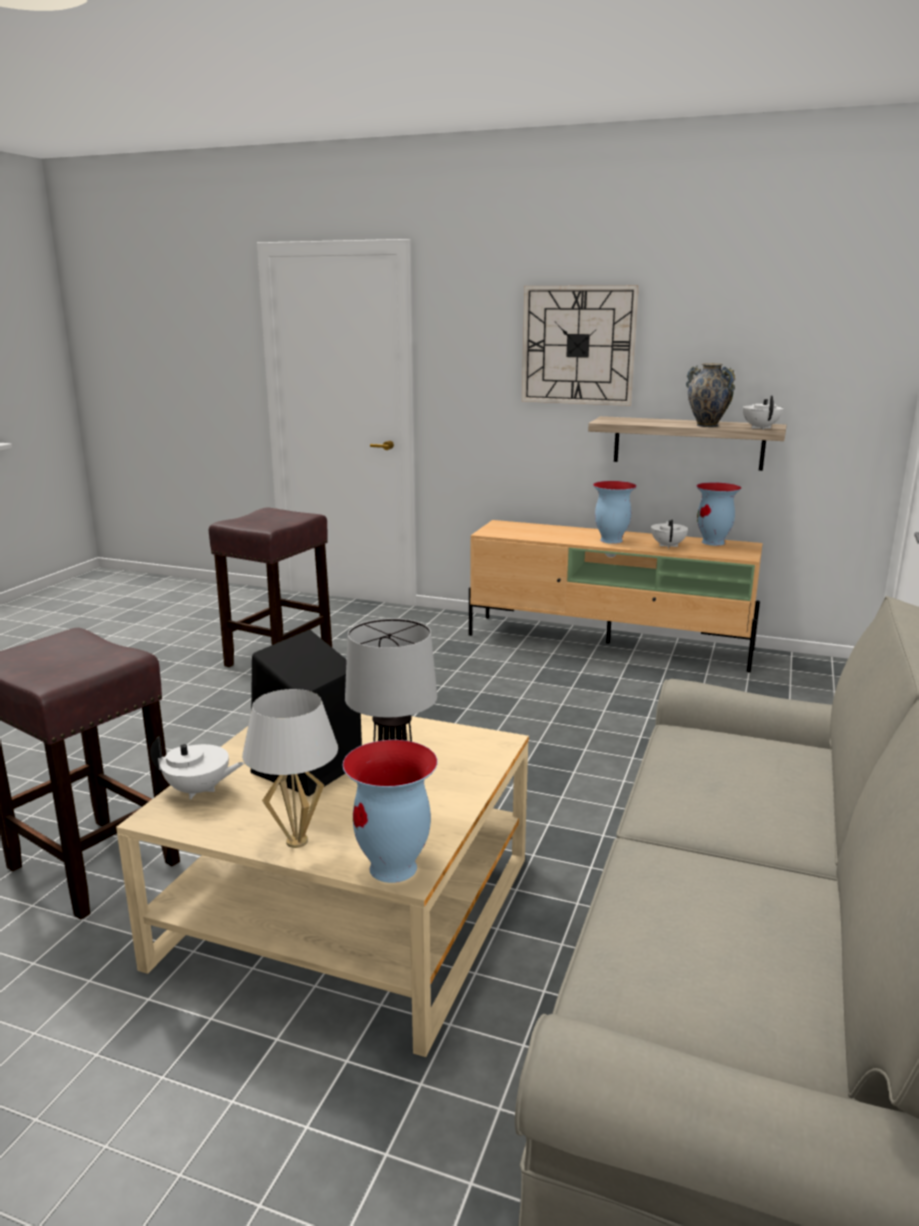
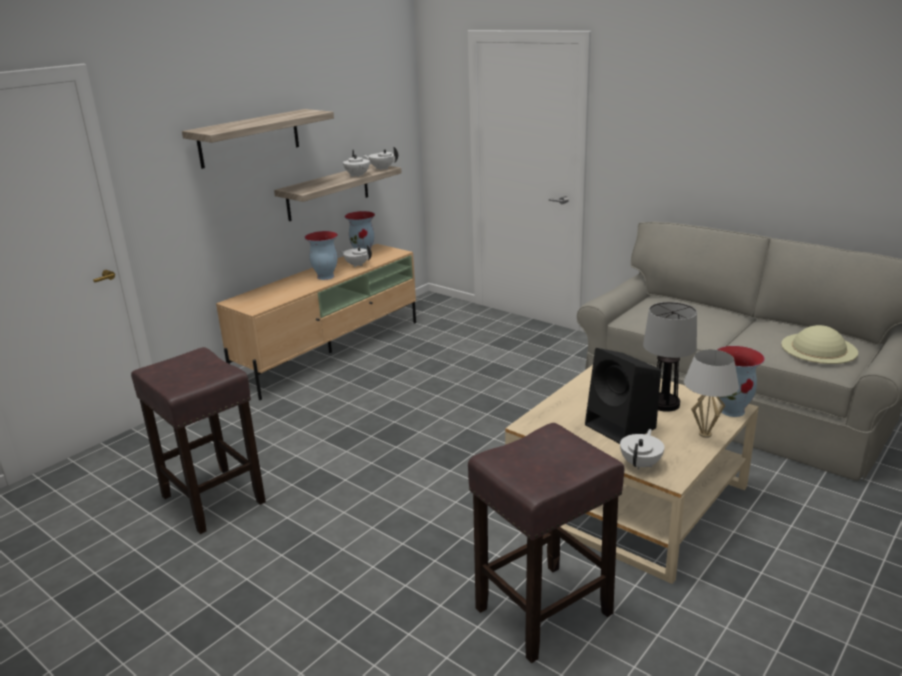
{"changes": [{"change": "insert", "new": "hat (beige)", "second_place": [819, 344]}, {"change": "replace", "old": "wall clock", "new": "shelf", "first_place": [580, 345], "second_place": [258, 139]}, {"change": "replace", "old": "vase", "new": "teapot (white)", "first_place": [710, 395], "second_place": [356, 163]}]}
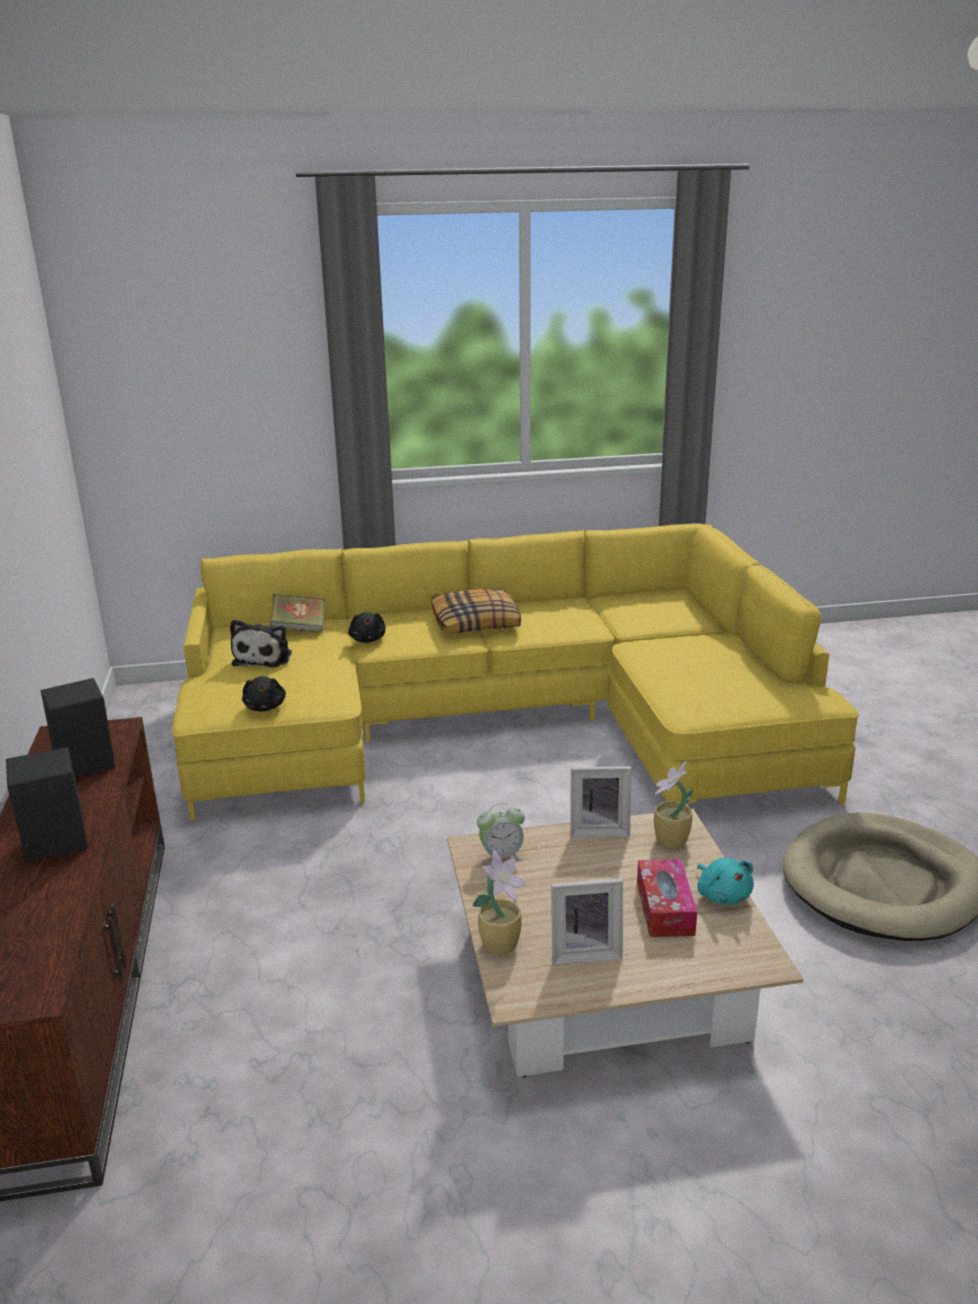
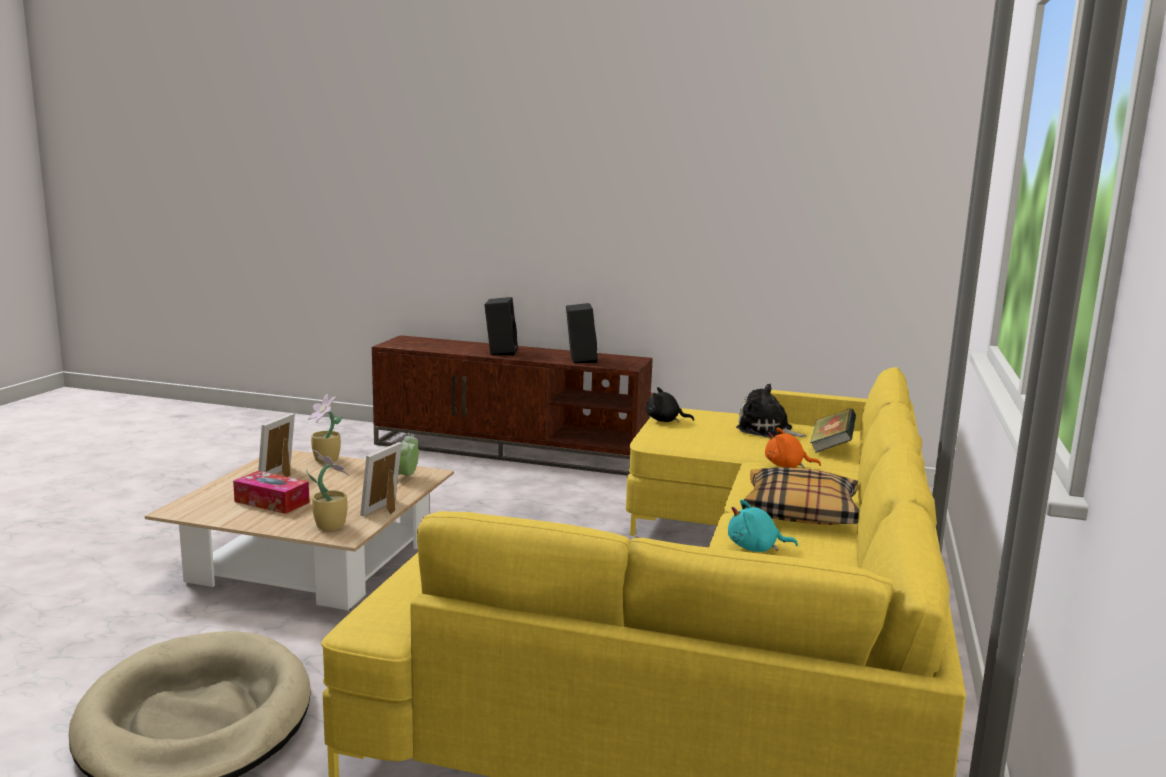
{"changes": [{"change": "move", "old": "plush toy (turquoise)", "first_place": [725, 881], "second_place": [763, 525]}, {"change": "recolor", "old": "plush toy (black)", "new": "plush toy (orange)", "first_place": [367, 627], "second_place": [793, 447]}]}
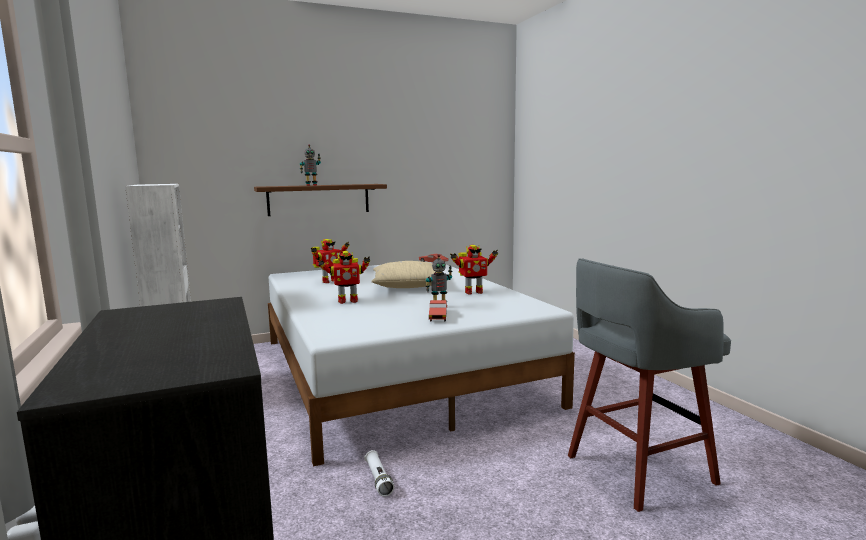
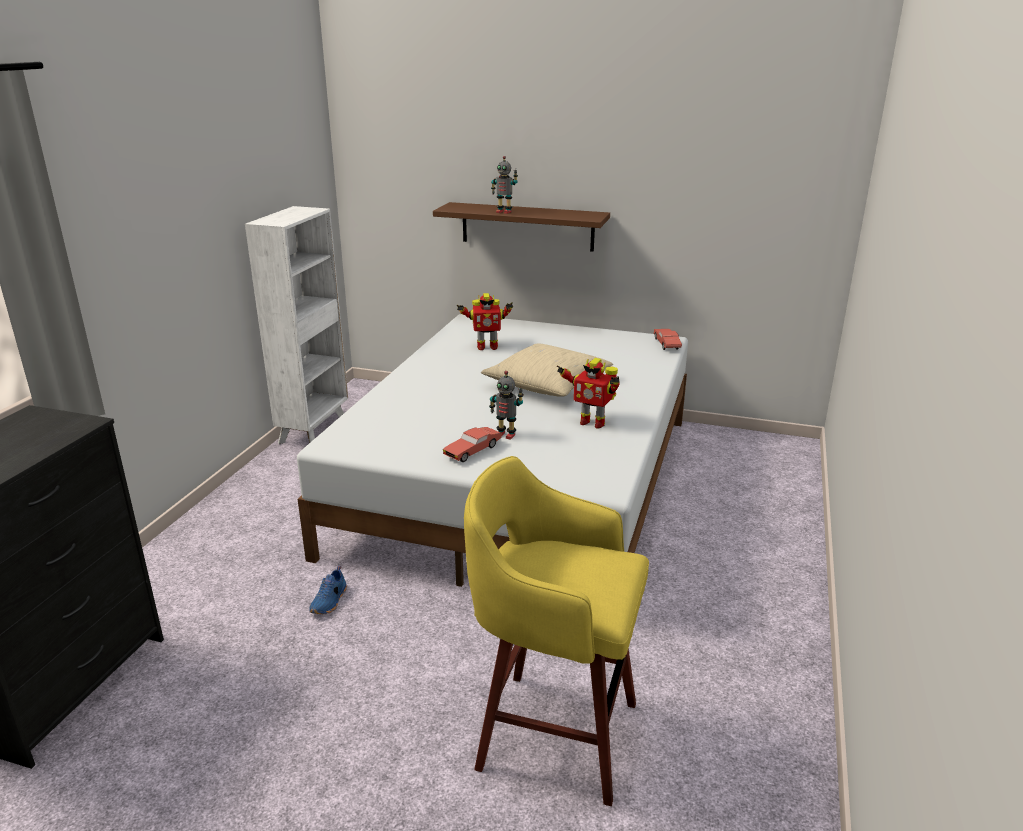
{"changes": [{"change": "delete", "old": "toy robot", "first_place": [344, 277]}, {"change": "replace", "old": "flashlight (white)", "new": "shoe (blue)", "first_place": [379, 473], "second_place": [328, 589]}, {"change": "recolor", "old": "stool (grey)", "new": "stool (yellow)", "first_place": [649, 385], "second_place": [556, 631]}]}
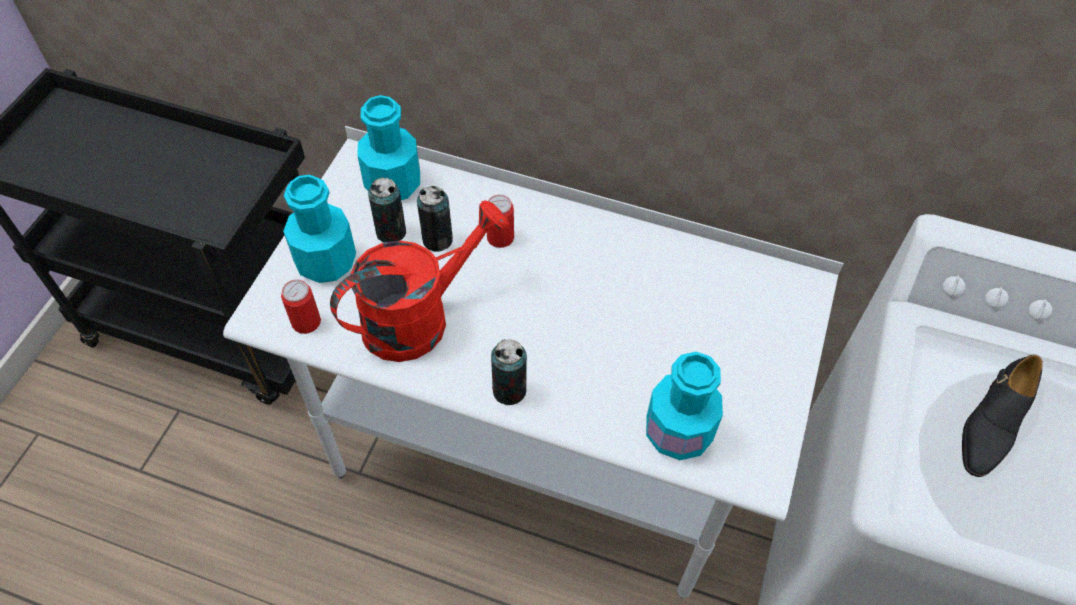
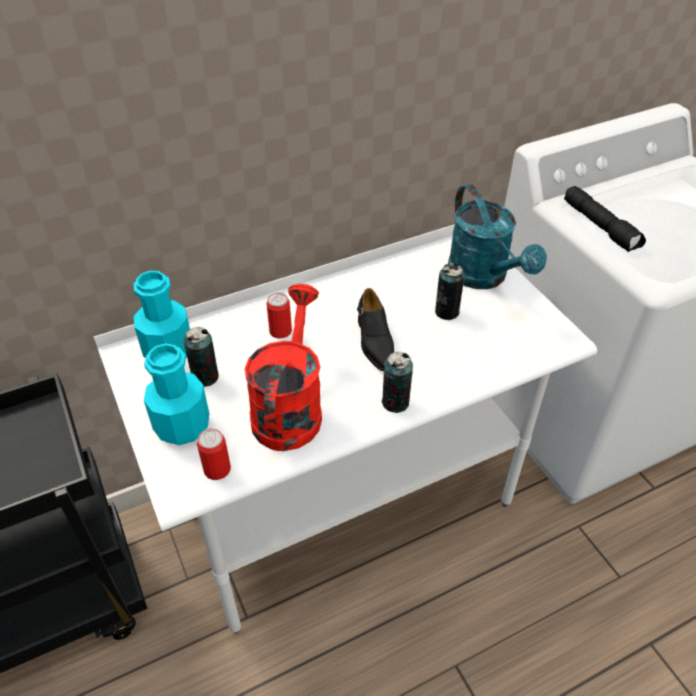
{"changes": [{"change": "delete", "old": "bottle (turquoise)", "first_place": [684, 406]}, {"change": "insert", "new": "watering can (turquoise)", "second_place": [497, 236]}, {"change": "insert", "new": "flashlight (black)", "second_place": [605, 219]}, {"change": "move", "old": "can", "first_place": [435, 218], "second_place": [450, 291]}, {"change": "move", "old": "shoe (black)", "first_place": [1002, 415], "second_place": [375, 329]}]}
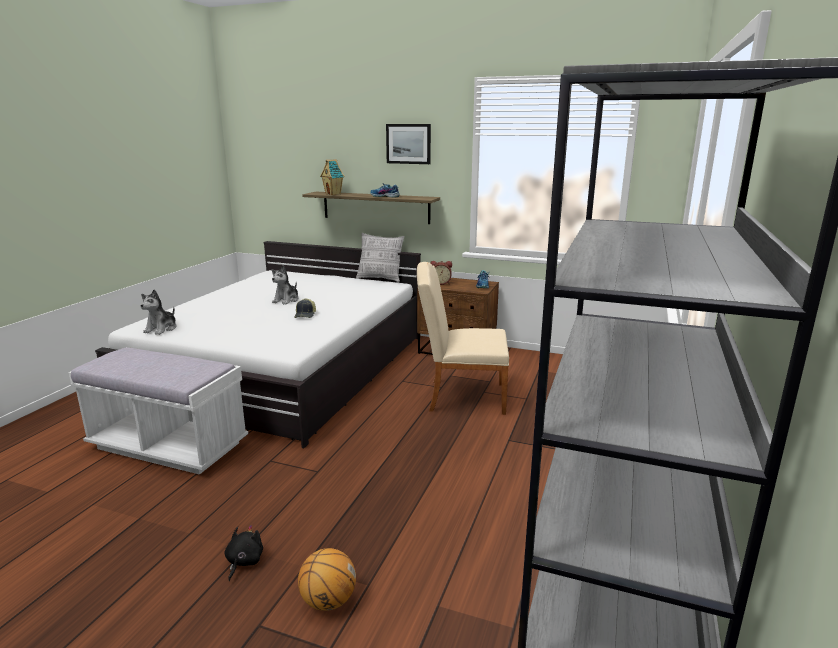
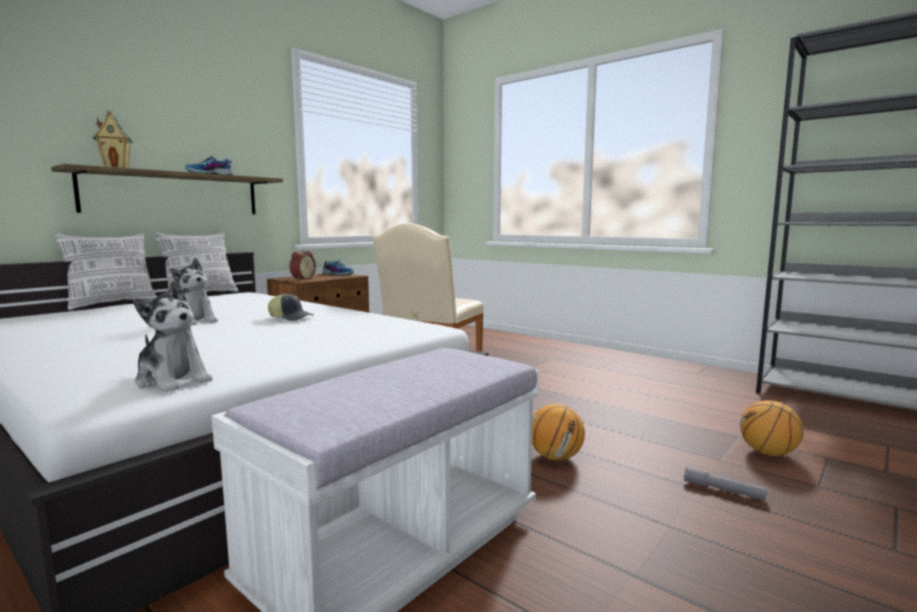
{"changes": [{"change": "delete", "old": "picture", "first_place": [408, 144]}, {"change": "insert", "new": "pillow", "second_place": [105, 271]}, {"change": "insert", "new": "basketball", "second_place": [558, 432]}, {"change": "replace", "old": "plush toy (black)", "new": "flashlight (grey)", "first_place": [244, 553], "second_place": [725, 484]}]}
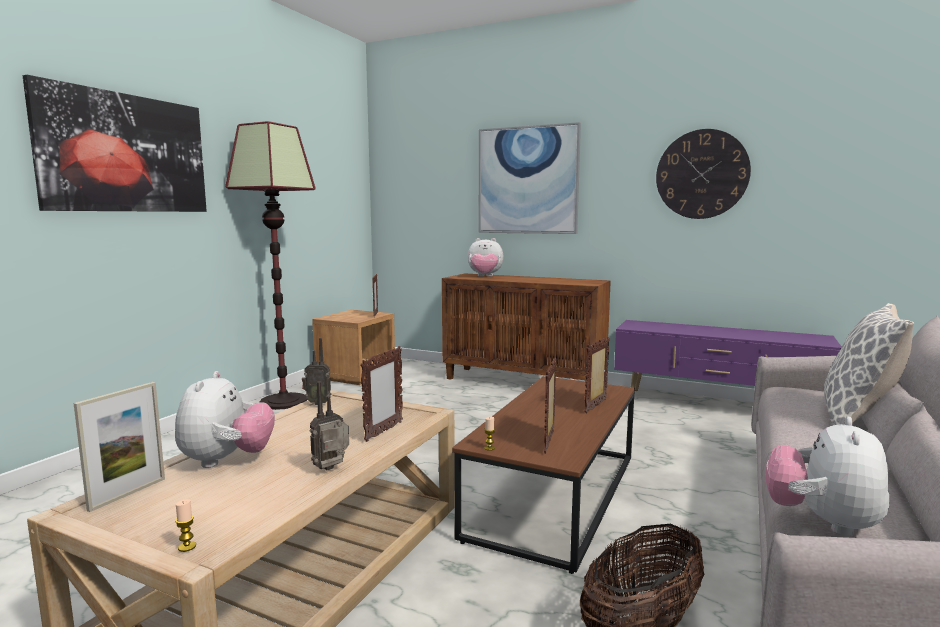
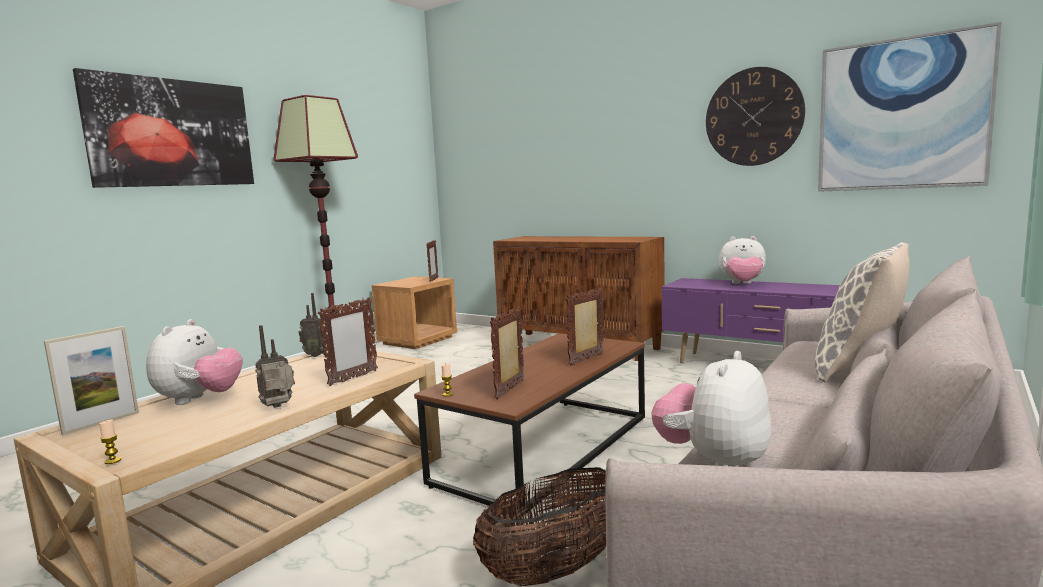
{"changes": [{"change": "move", "old": "plush toy", "first_place": [486, 257], "second_place": [742, 260]}, {"change": "move", "old": "picture", "first_place": [530, 178], "second_place": [910, 107]}]}
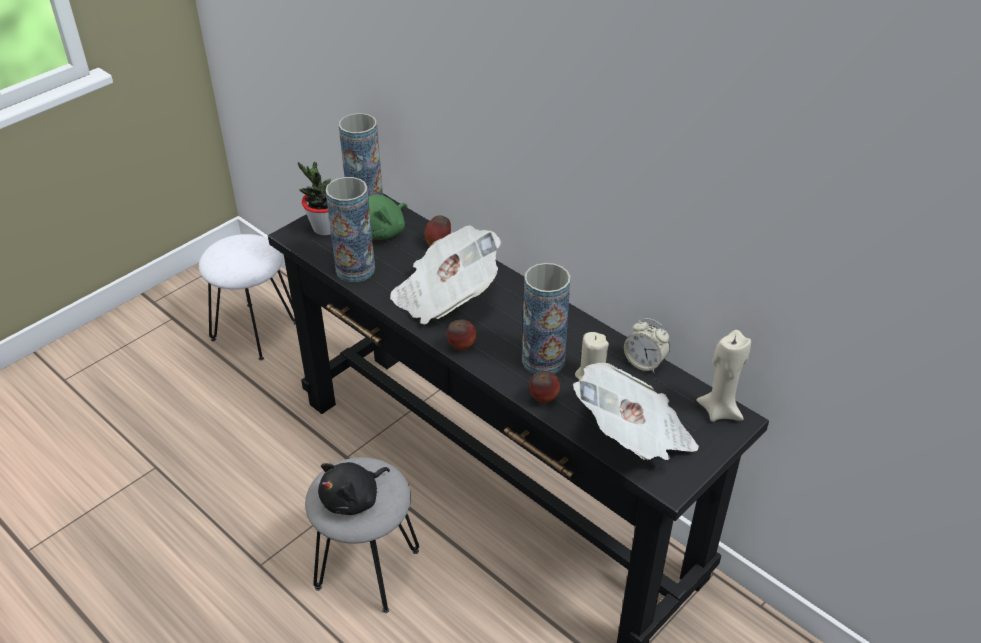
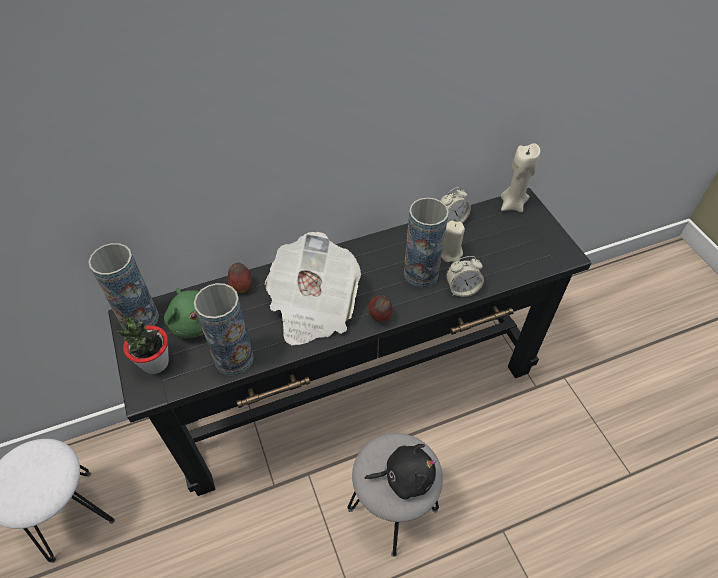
{"changes": [{"change": "delete", "old": "newspaper", "first_place": [636, 411]}, {"change": "replace", "old": "apple", "new": "alarm clock", "first_place": [544, 387], "second_place": [465, 276]}, {"change": "rotate", "old": "plush toy (black)", "first_place": [354, 488], "second_place": [400, 471], "degrees": -75}]}
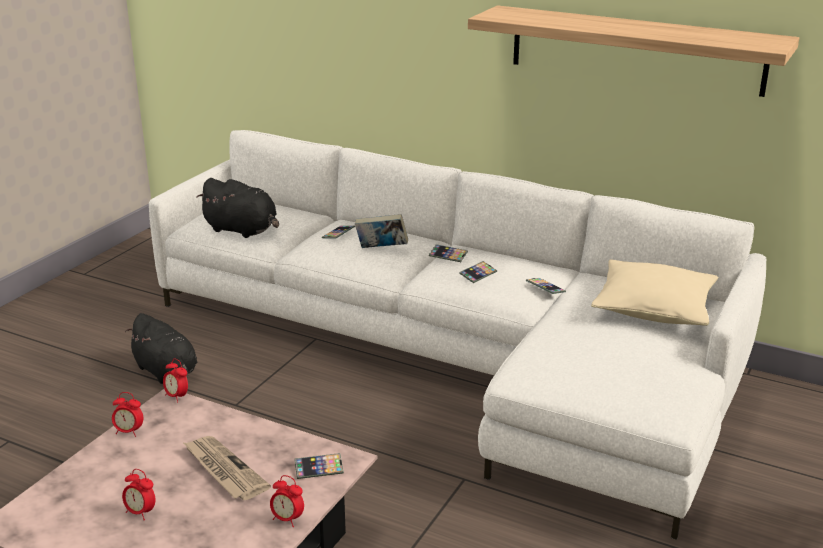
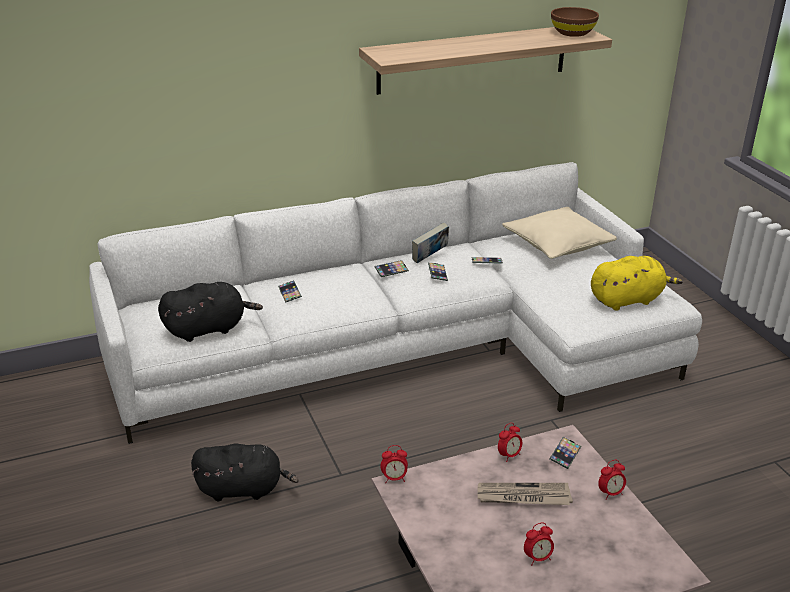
{"changes": [{"change": "insert", "new": "bowl (brown)", "second_place": [575, 22]}, {"change": "insert", "new": "plush toy (yellow)", "second_place": [637, 283]}, {"change": "move", "old": "alarm clock", "first_place": [127, 414], "second_place": [510, 442]}, {"change": "move", "old": "book", "first_place": [381, 231], "second_place": [430, 243]}]}
